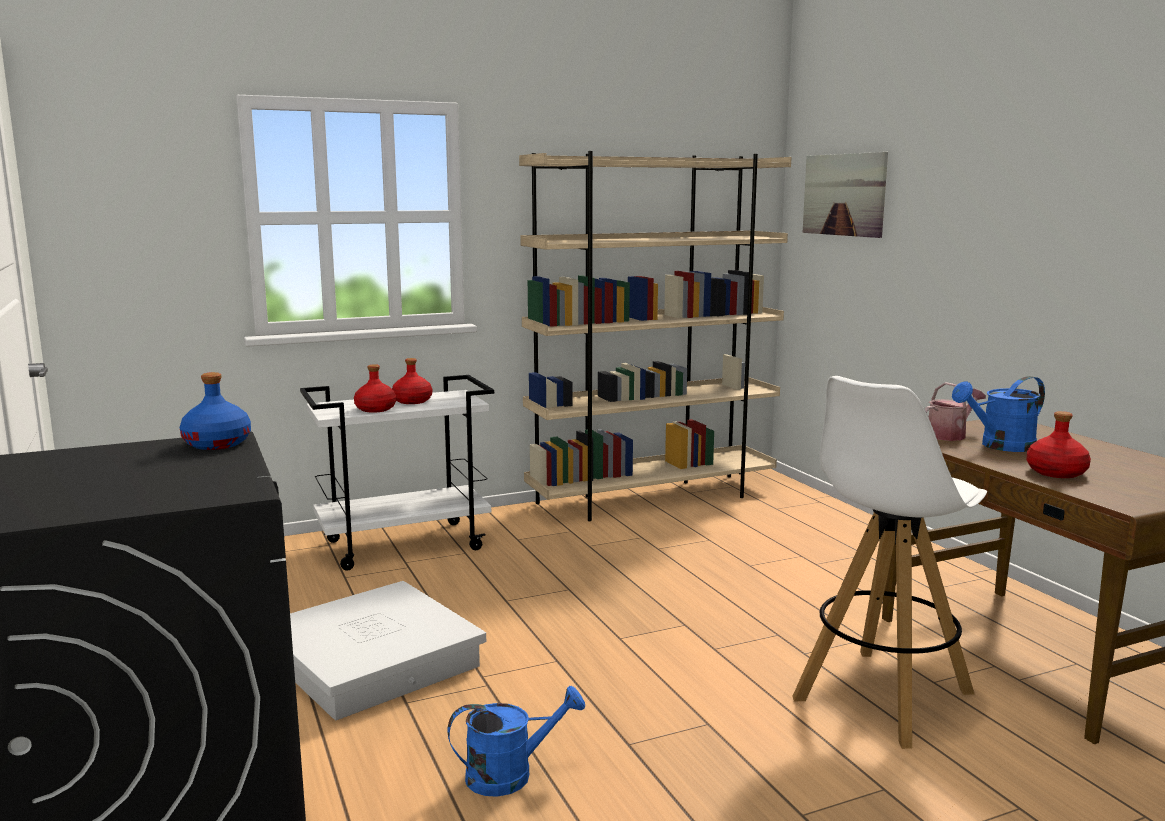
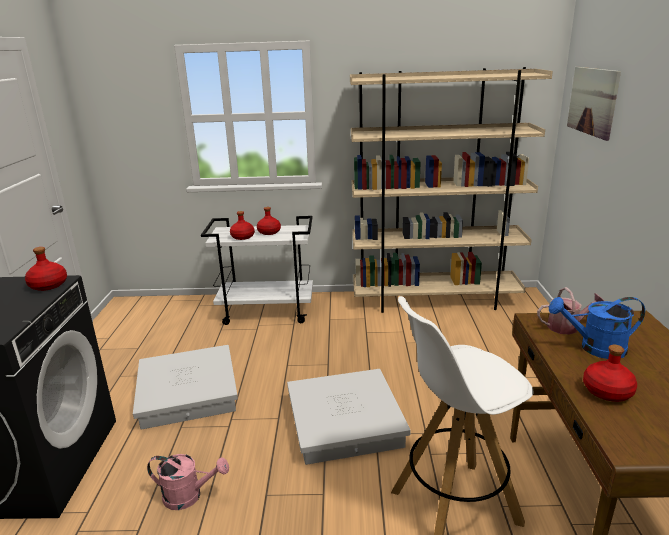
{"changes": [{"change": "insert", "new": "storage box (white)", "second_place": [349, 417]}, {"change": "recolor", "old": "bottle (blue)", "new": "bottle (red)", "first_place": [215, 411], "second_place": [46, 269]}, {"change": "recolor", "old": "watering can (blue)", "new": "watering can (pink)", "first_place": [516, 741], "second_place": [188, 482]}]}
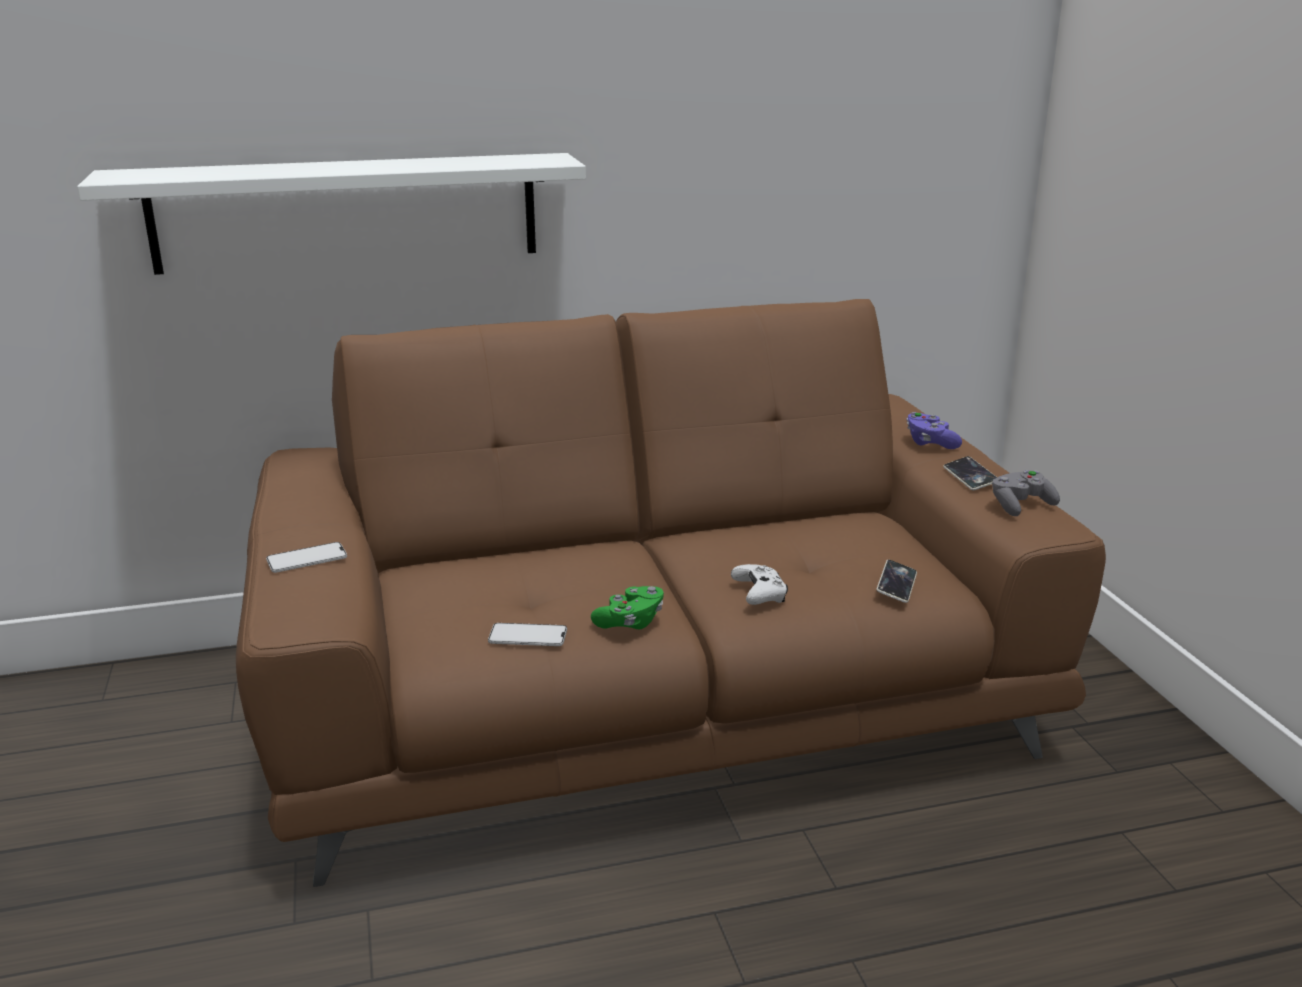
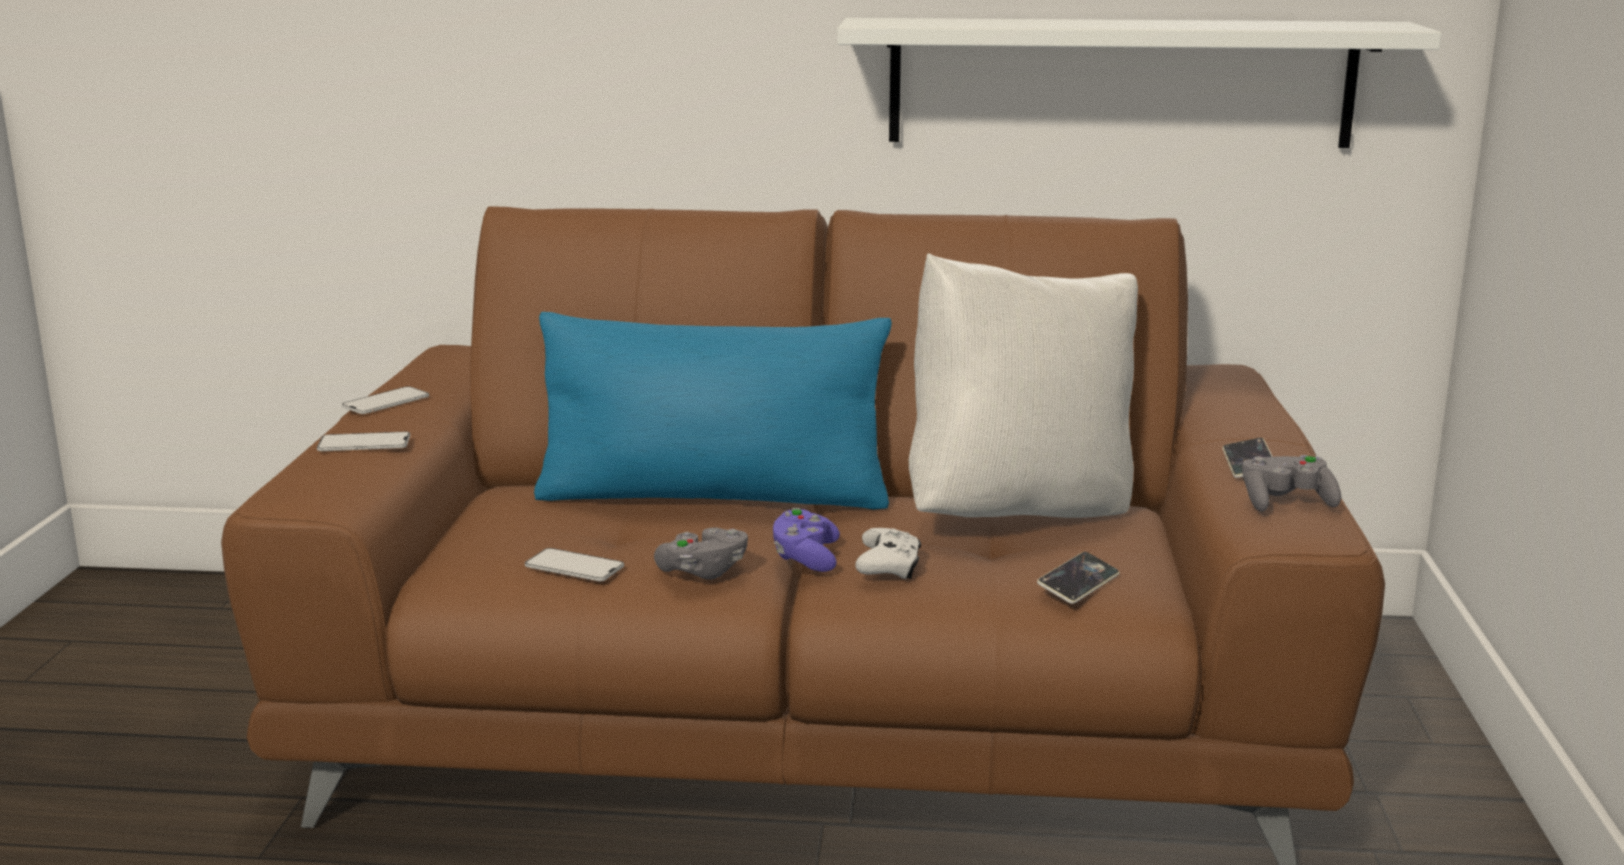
{"changes": [{"change": "insert", "new": "phone", "second_place": [385, 400]}, {"change": "insert", "new": "pillow (blue)", "second_place": [713, 411]}, {"change": "insert", "new": "pillow (white)", "second_place": [1023, 385]}, {"change": "move", "old": "shelf (white)", "first_place": [331, 214], "second_place": [1139, 83]}, {"change": "move", "old": "game controller (purple)", "first_place": [934, 430], "second_place": [806, 540]}, {"change": "recolor", "old": "game controller (green)", "new": "game controller (grey)", "first_place": [627, 608], "second_place": [701, 553]}]}
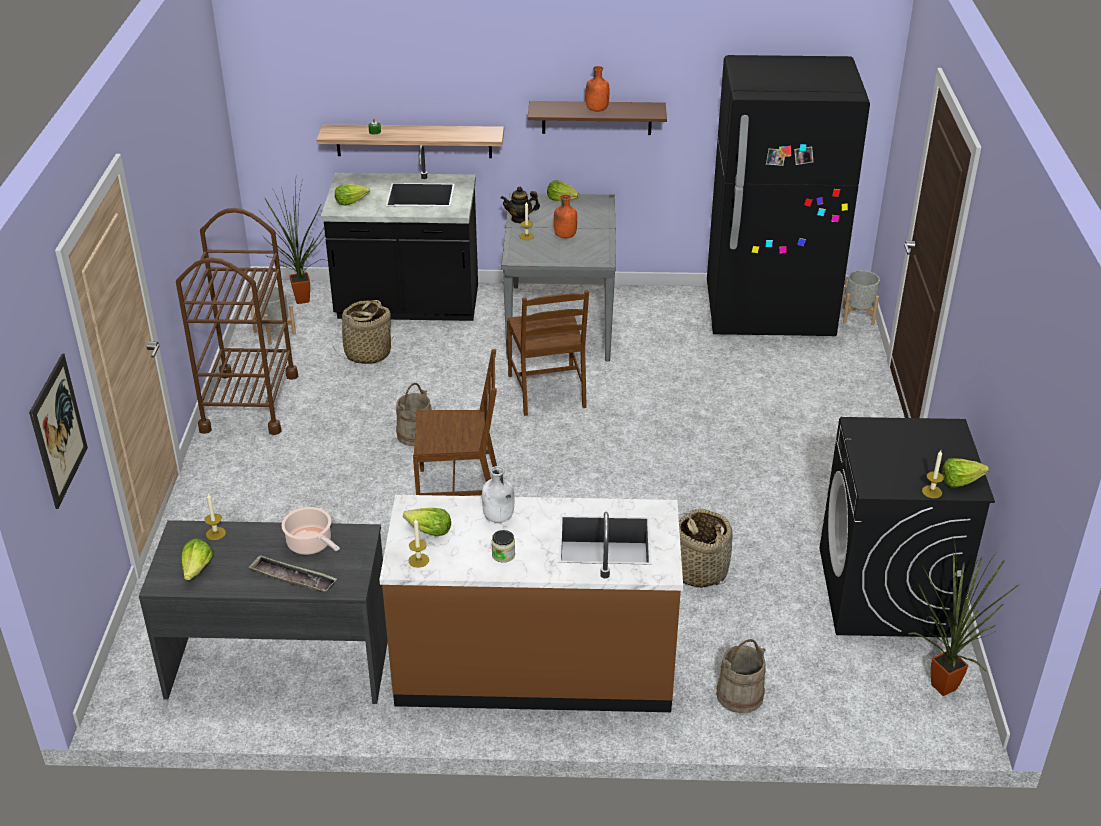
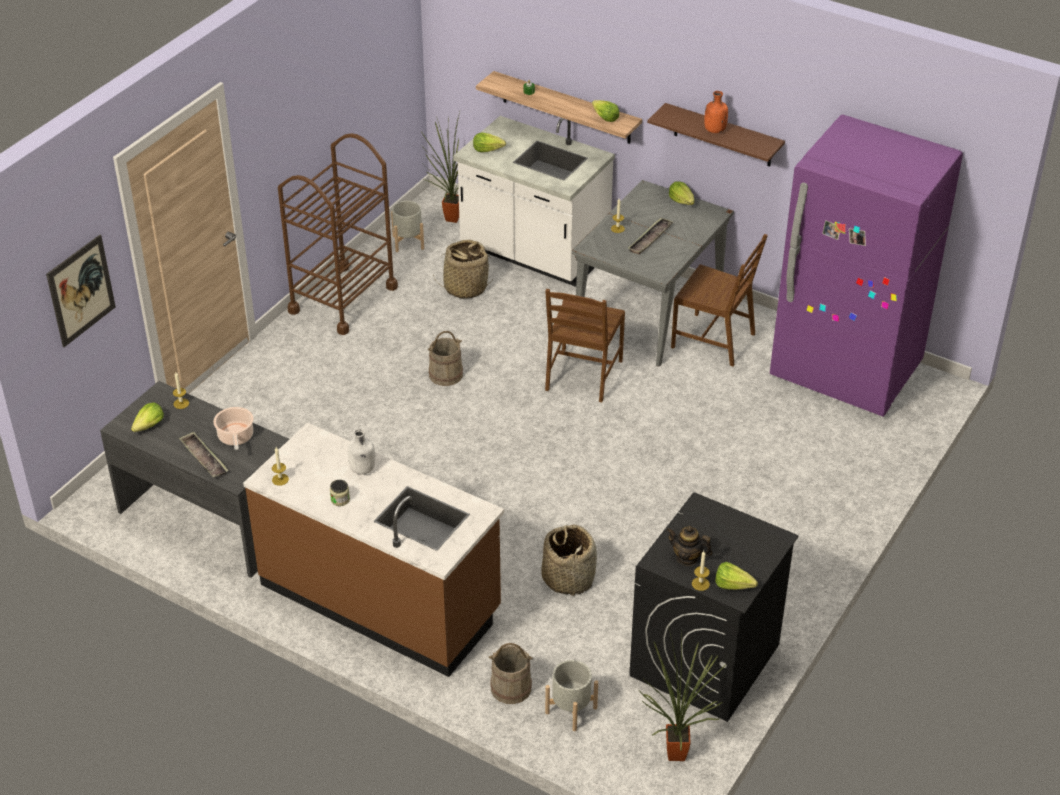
{"changes": [{"change": "move", "old": "lettuce", "first_place": [427, 522], "second_place": [605, 111]}, {"change": "move", "old": "chair (brown)", "first_place": [455, 422], "second_place": [719, 300]}, {"change": "move", "old": "teapot", "first_place": [520, 205], "second_place": [689, 546]}, {"change": "move", "old": "planter (grey)", "first_place": [861, 298], "second_place": [571, 695]}, {"change": "replace", "old": "bottle (orange)", "new": "tray", "first_place": [565, 216], "second_place": [650, 236]}, {"change": "recolor", "old": "counter (black)", "new": "counter (white)", "first_place": [399, 233], "second_place": [534, 201]}, {"change": "recolor", "old": "fridge (black)", "new": "fridge (purple)", "first_place": [788, 195], "second_place": [866, 266]}]}
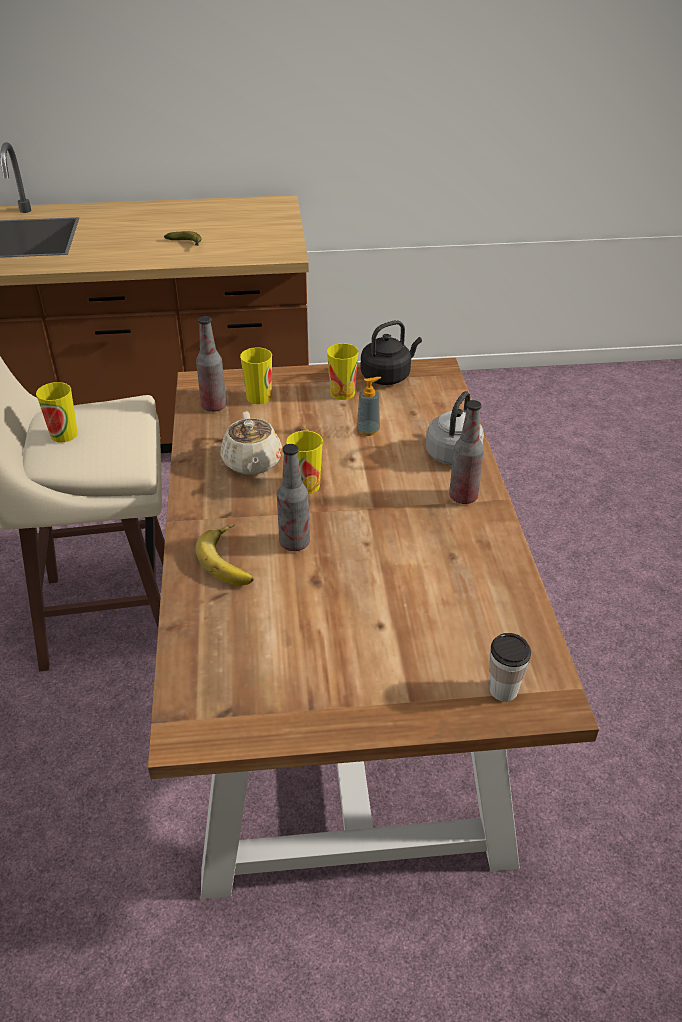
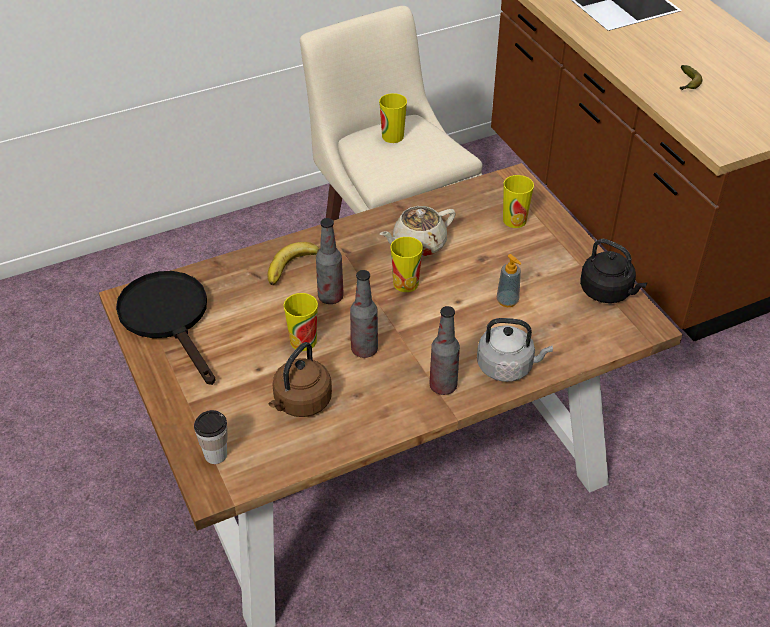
{"changes": [{"change": "insert", "new": "frying pan (black)", "second_place": [166, 328]}, {"change": "insert", "new": "kettle (brown)", "second_place": [300, 379]}, {"change": "move", "old": "bottle", "first_place": [211, 364], "second_place": [364, 314]}, {"change": "move", "old": "cup", "first_place": [343, 371], "second_place": [301, 322]}]}
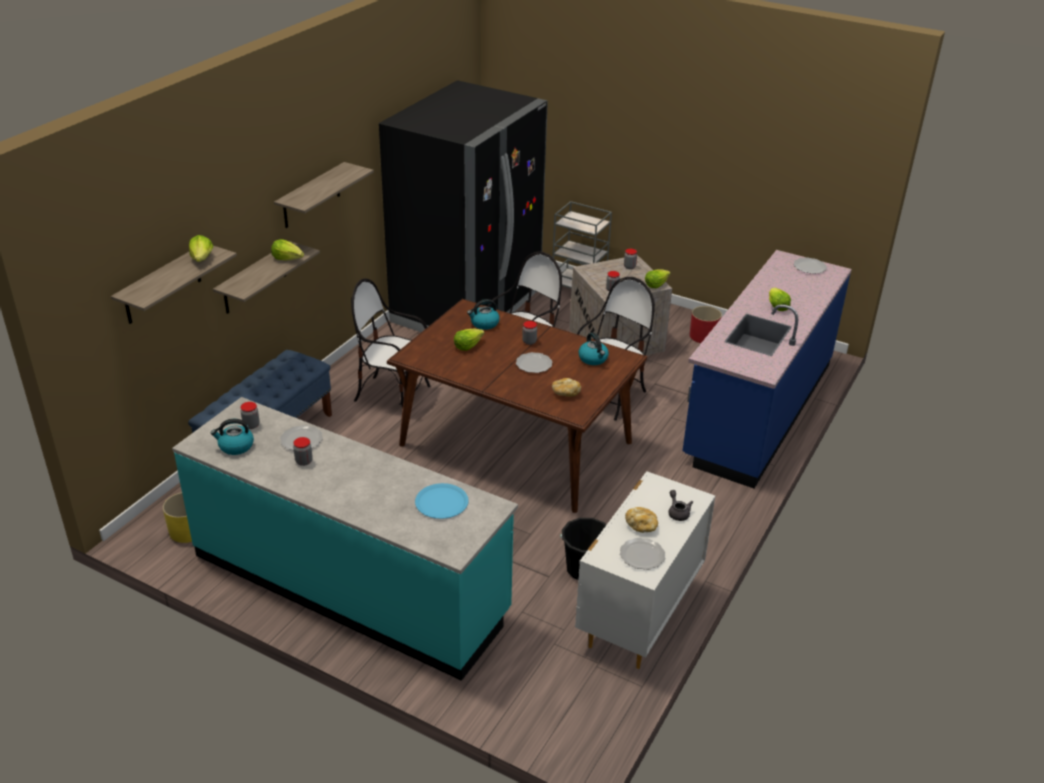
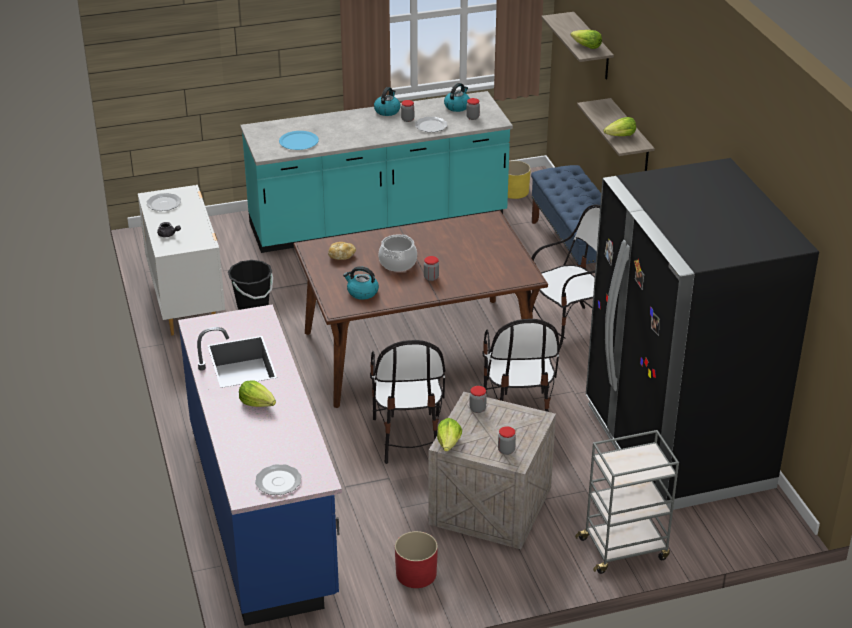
{"changes": [{"change": "delete", "old": "shelf", "first_place": [324, 195]}, {"change": "delete", "old": "lettuce", "first_place": [469, 339]}, {"change": "delete", "old": "bread", "first_place": [641, 520]}, {"change": "move", "old": "kettle", "first_place": [483, 314], "second_place": [387, 101]}, {"change": "replace", "old": "plate", "new": "cooking pot", "first_place": [534, 362], "second_place": [397, 253]}]}
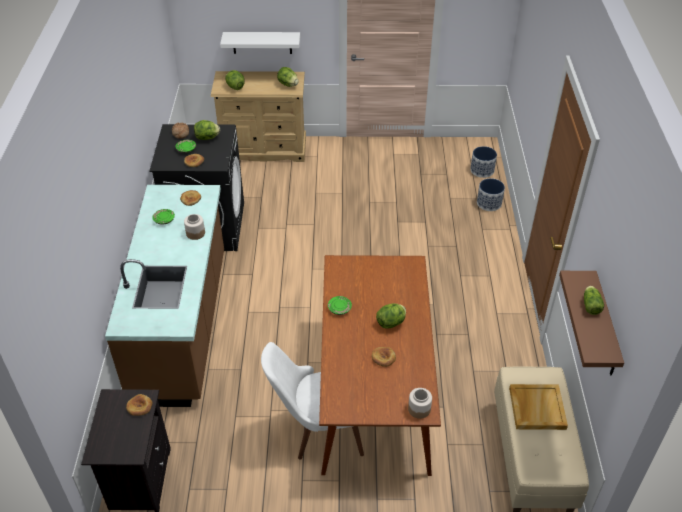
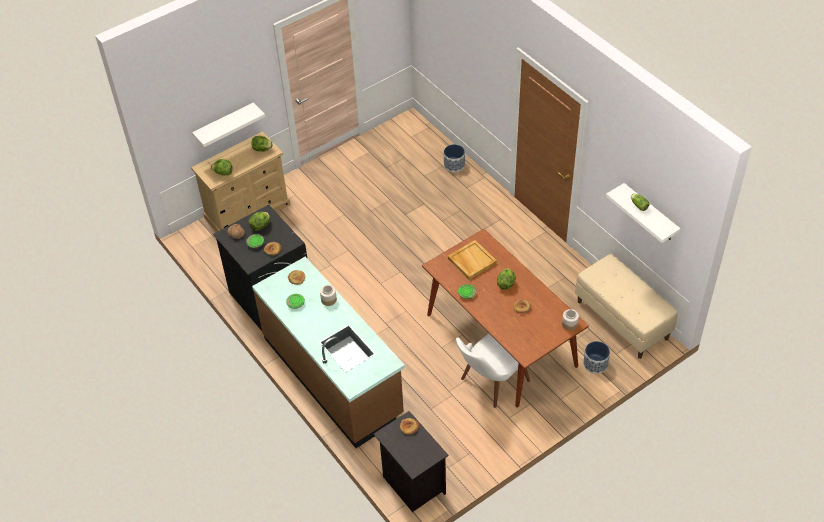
{"changes": [{"change": "move", "old": "planter", "first_place": [483, 162], "second_place": [596, 357]}, {"change": "move", "old": "tray (beige)", "first_place": [538, 407], "second_place": [472, 260]}, {"change": "recolor", "old": "shelf (brown)", "new": "shelf (white)", "first_place": [591, 323], "second_place": [643, 213]}]}
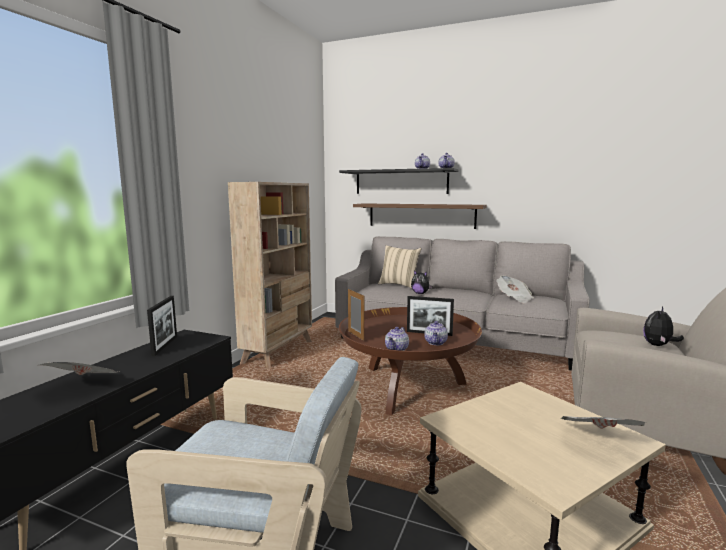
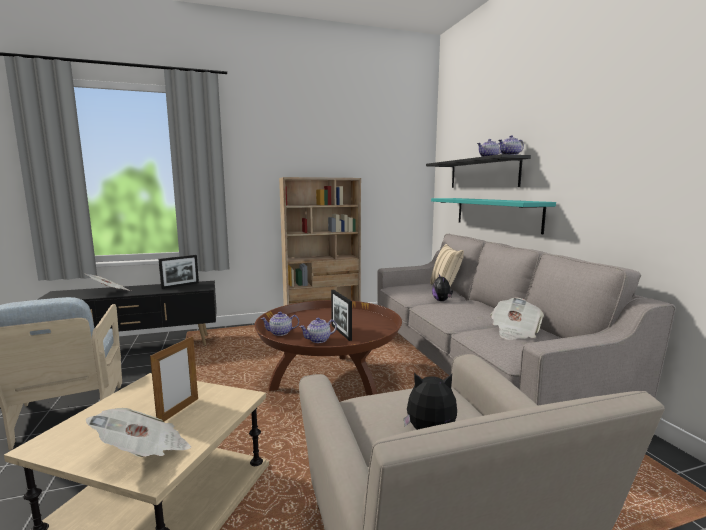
{"changes": [{"change": "move", "old": "picture frame", "first_place": [356, 315], "second_place": [174, 379]}, {"change": "recolor", "old": "shelf (brown)", "new": "shelf (turquoise)", "first_place": [420, 216], "second_place": [493, 216]}]}
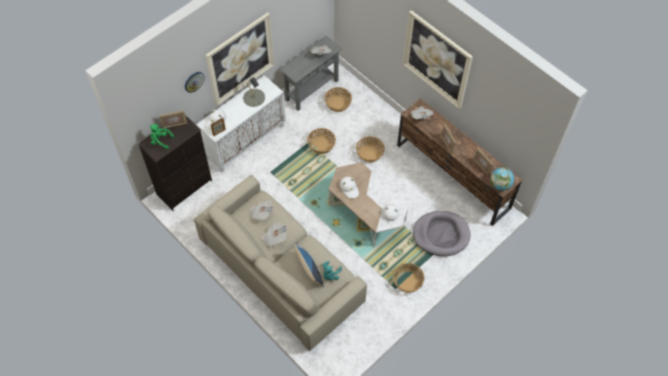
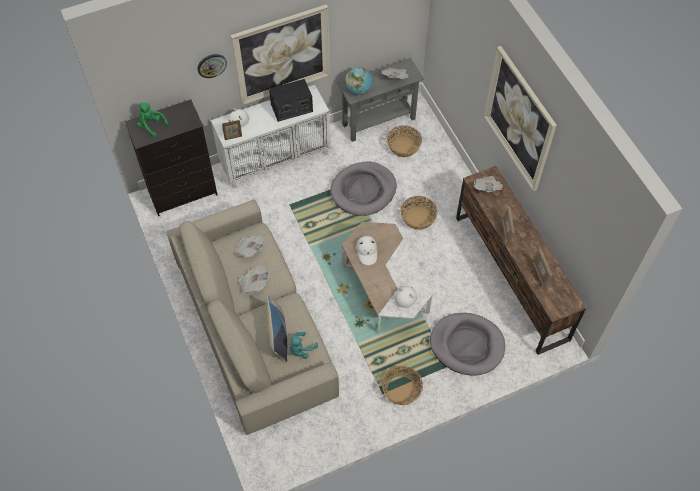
{"changes": [{"change": "delete", "old": "picture frame", "first_place": [173, 119]}, {"change": "move", "old": "globe", "first_place": [502, 179], "second_place": [359, 81]}, {"change": "replace", "old": "table lamp (grey)", "new": "radio", "first_place": [254, 92], "second_place": [291, 100]}, {"change": "replace", "old": "basket", "new": "dog bed (grey)", "first_place": [321, 141], "second_place": [363, 189]}]}
